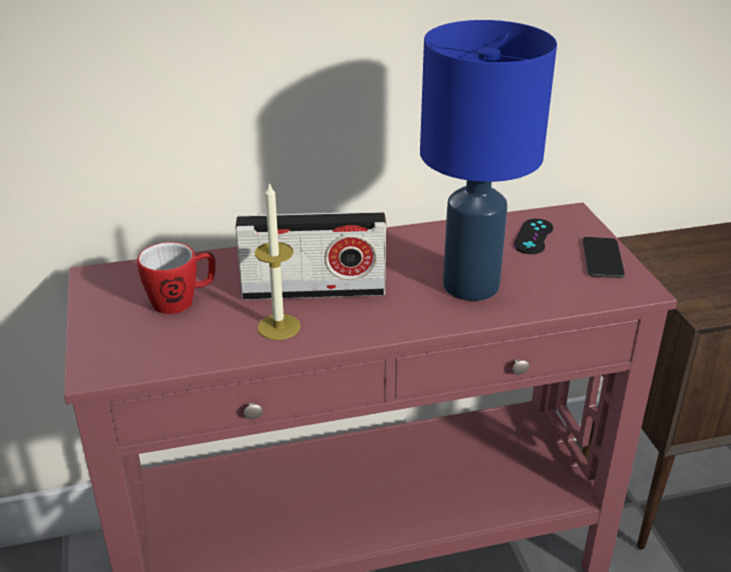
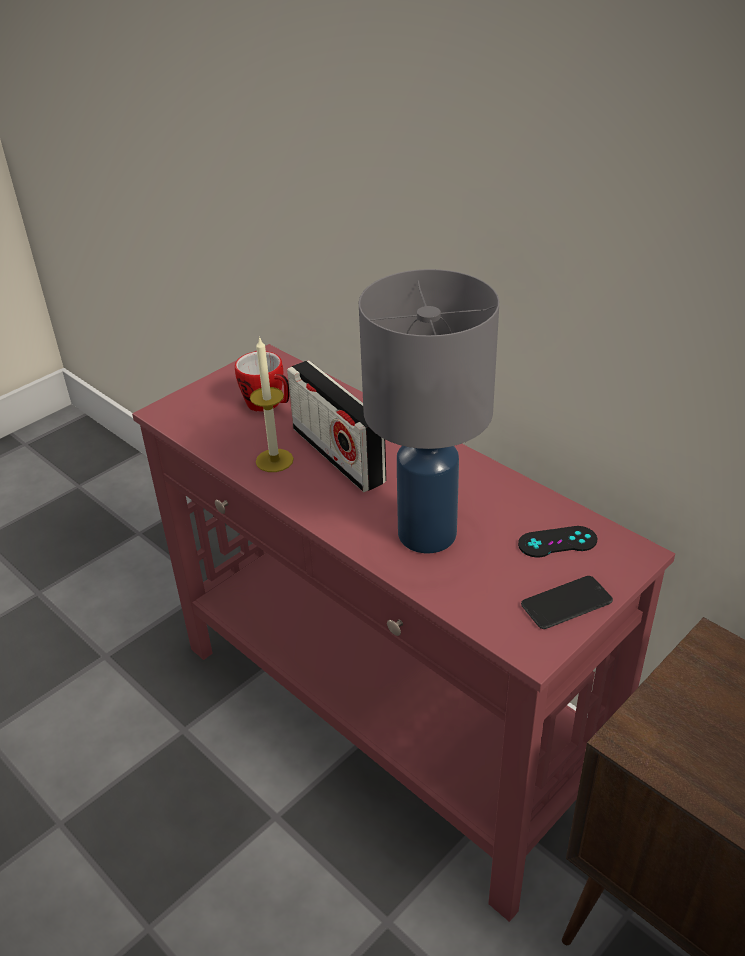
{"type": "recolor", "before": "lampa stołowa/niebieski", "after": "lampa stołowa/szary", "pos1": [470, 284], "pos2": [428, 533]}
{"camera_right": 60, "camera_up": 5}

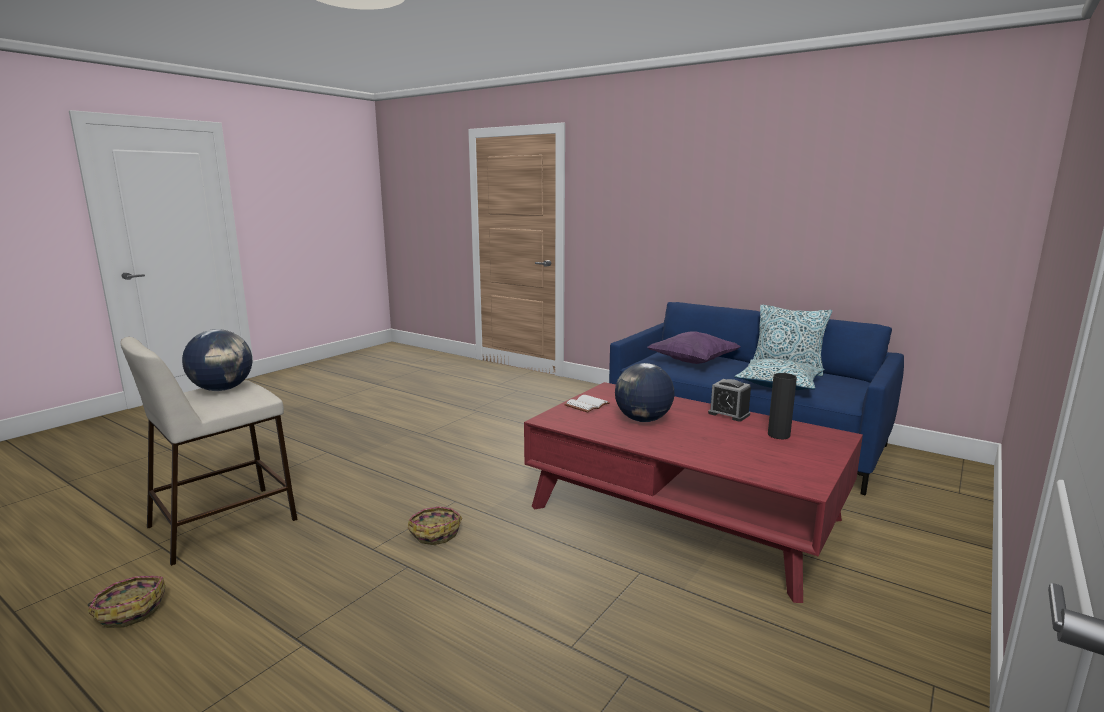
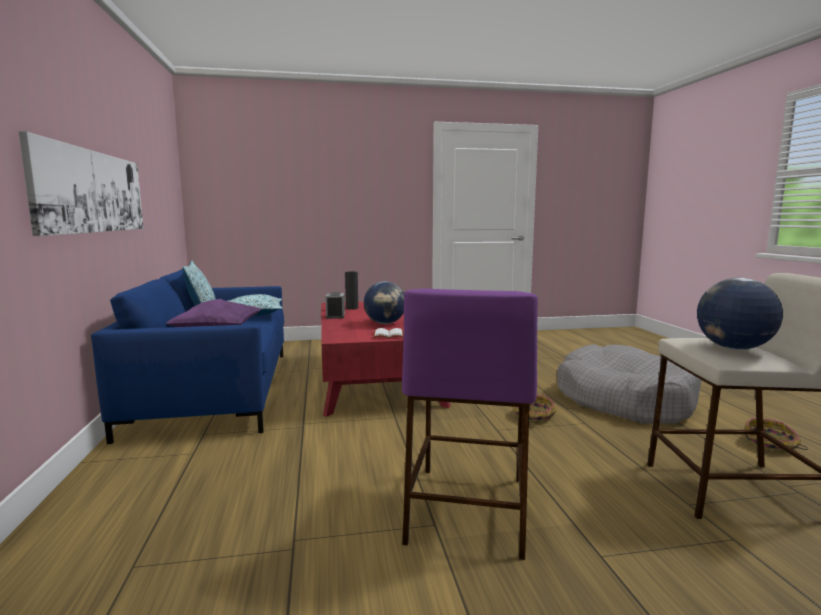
{"type": "insert", "after": "obraz", "pos2": [93, 191]}
{"type": "insert", "after": "stołek/fioletowy", "pos2": [467, 507]}
{"type": "insert", "after": "legowisko/szary", "pos2": [624, 400]}
{"camera_right": -135, "camera_up": -5}

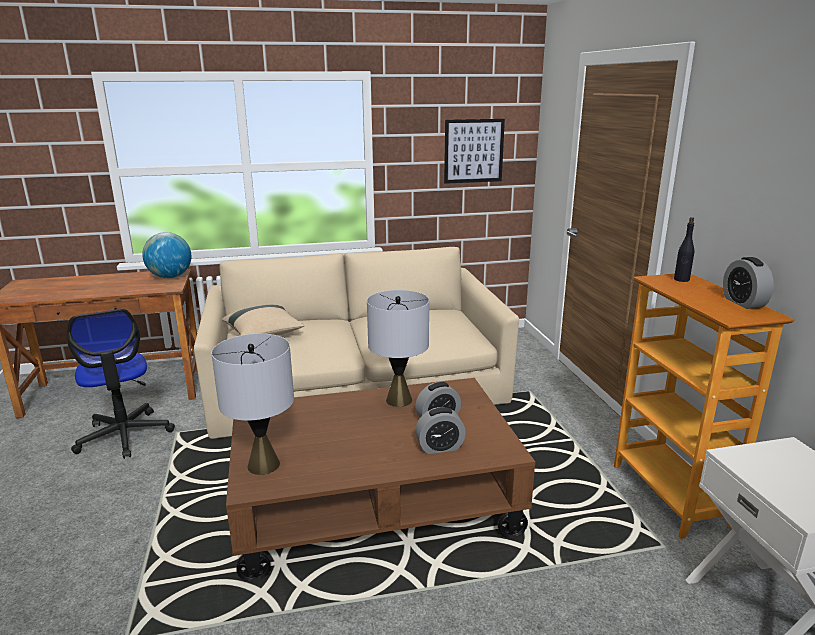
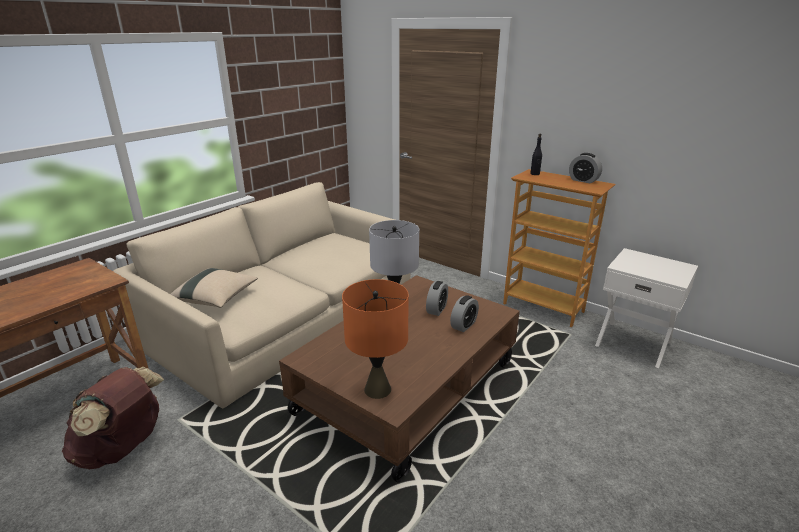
{"type": "delete", "before": "globus", "pos1": [170, 277]}
{"type": "delete", "before": "obraz", "pos1": [473, 151]}
{"type": "replace", "before": "krzesło biurowe", "after": "plecak/brązowy", "pos1": [124, 435], "pos2": [123, 448]}
{"type": "recolor", "before": "lampa stołowa/szary", "after": "lampa stołowa/pomarańczowy", "pos1": [263, 465], "pos2": [377, 389]}
{"camera_right": -40, "camera_up": 5}

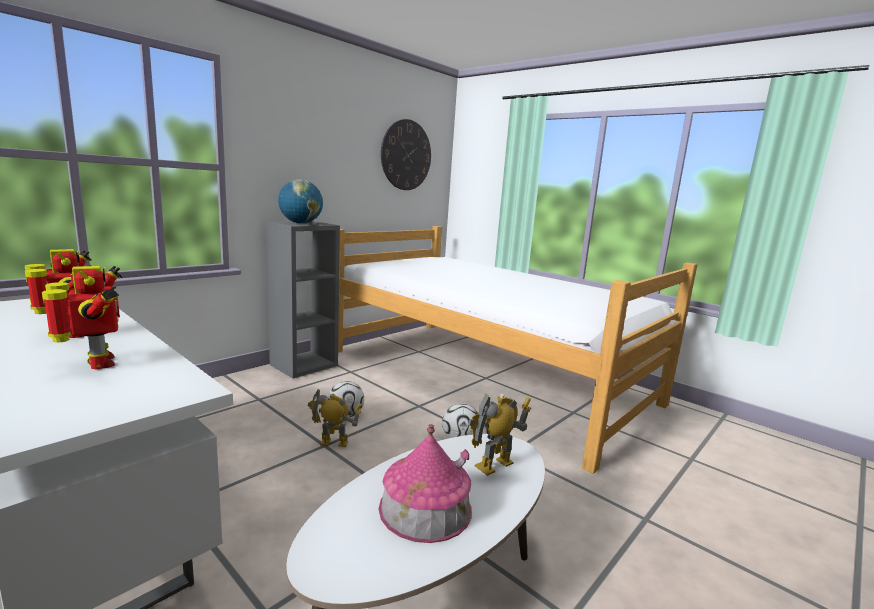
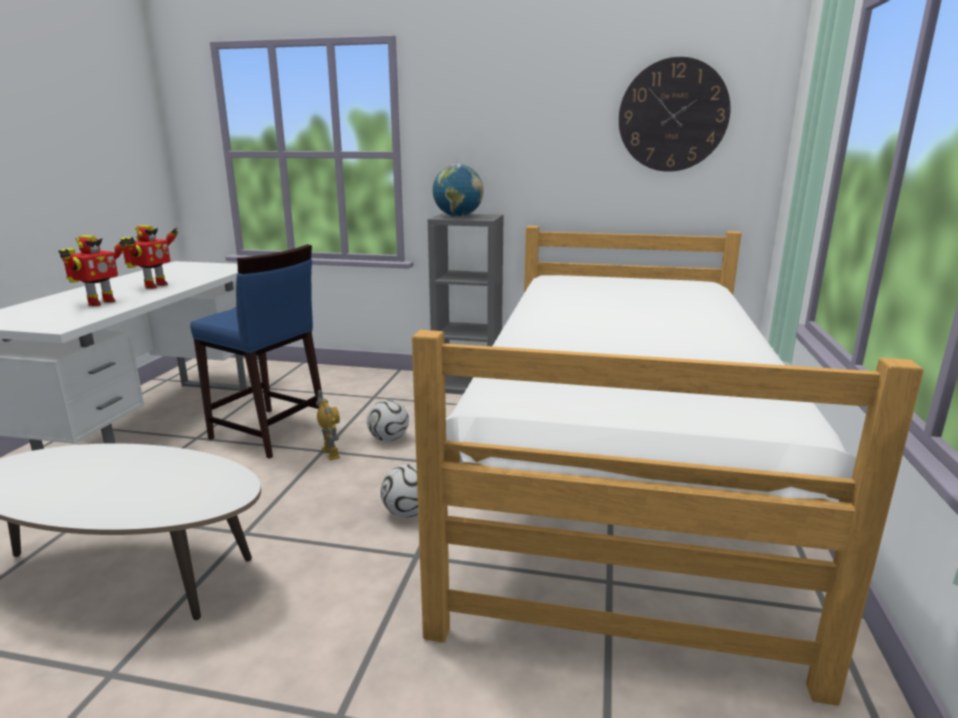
{"type": "delete", "before": "domek", "pos1": [425, 508]}
{"type": "delete", "before": "robot zabawkowy", "pos1": [494, 465]}
{"type": "insert", "after": "stołek/niebieski", "pos2": [269, 433]}
{"camera_right": 60, "camera_up": 5}

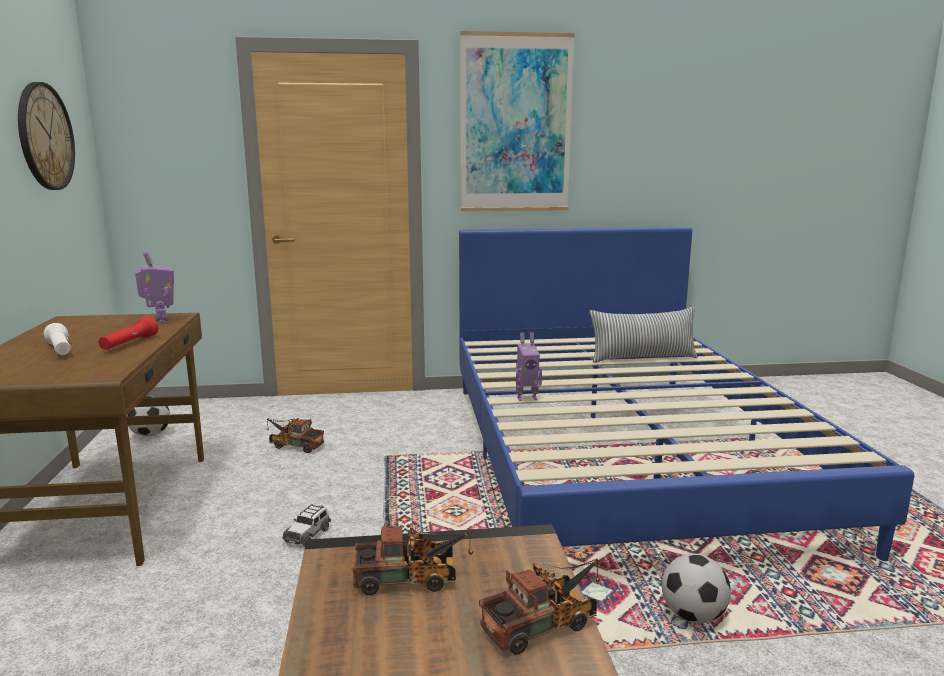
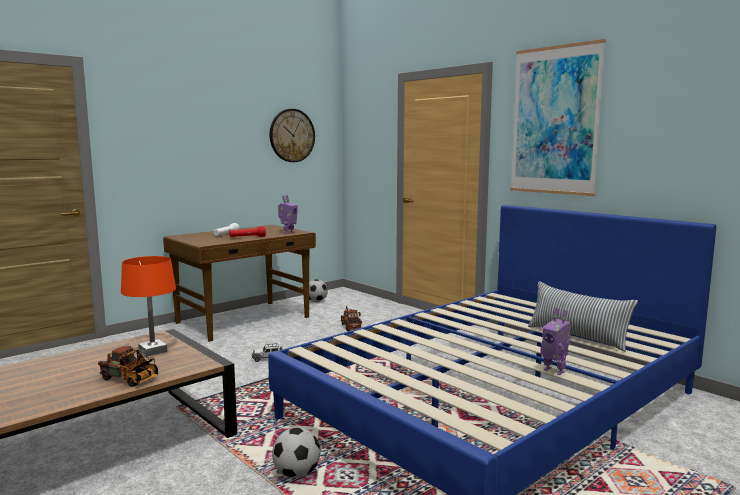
{"type": "move", "before": "robot zabawkowy", "pos1": [526, 398], "pos2": [554, 371]}
{"type": "replace", "before": "ciężarówka zabawkowa", "after": "lampa stołowa/pomarańczowy", "pos1": [412, 580], "pos2": [152, 351]}
{"camera_right": 55, "camera_up": -5}

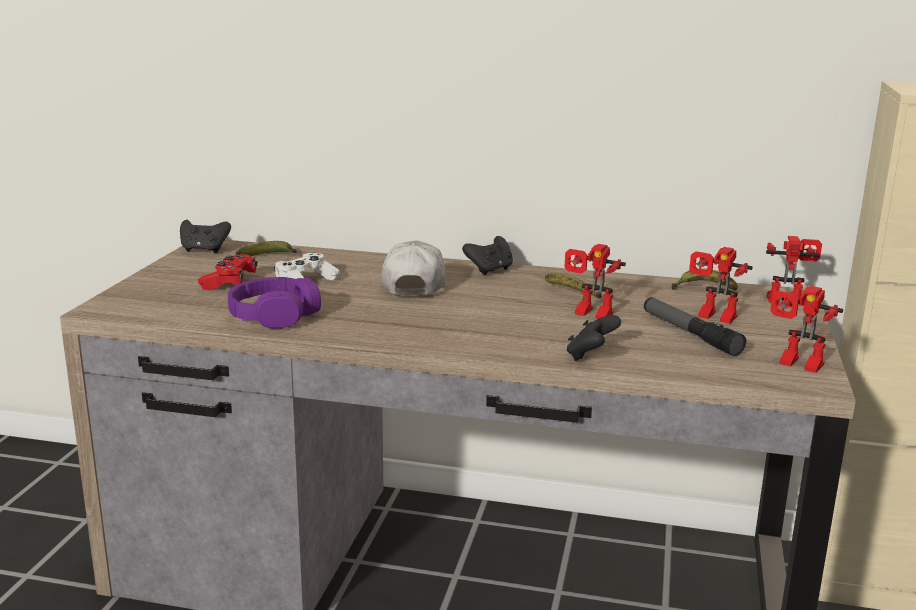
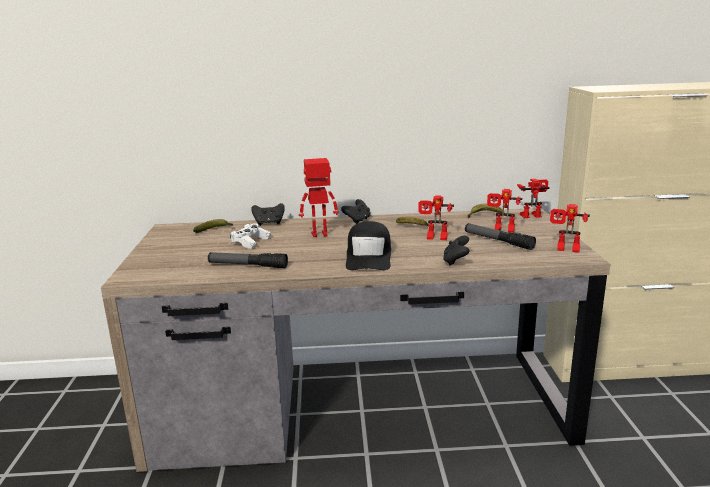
{"type": "delete", "before": "pad do gier/czerwony", "pos1": [229, 282]}
{"type": "insert", "after": "czapka z daszkiem/czarny", "pos2": [369, 256]}
{"type": "move", "before": "pad do gier/czarny", "pos1": [204, 250], "pos2": [269, 223]}
{"type": "replace", "before": "słuchawki/fioletowy", "after": "latarka", "pos1": [274, 315], "pos2": [247, 265]}
{"type": "replace", "before": "czapka z daszkiem/biały", "after": "robot zabawkowy", "pos1": [415, 284], "pos2": [320, 235]}
{"camera_right": -15, "camera_up": 0}

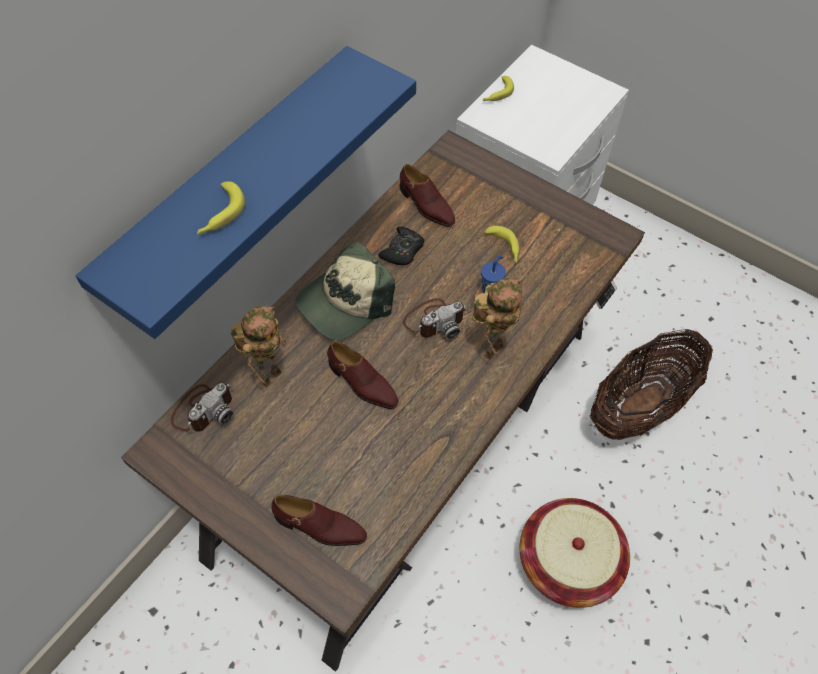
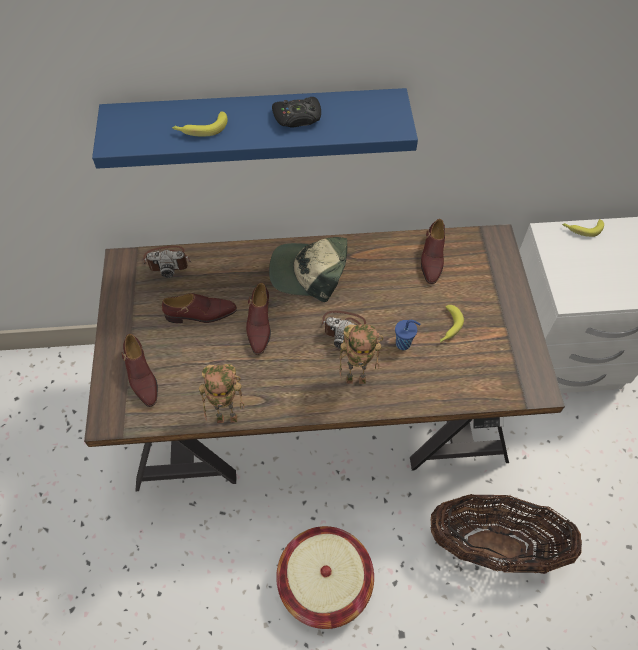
{"type": "insert", "after": "but/brązowy", "pos2": [201, 314]}
{"type": "move", "before": "robot zabawkowy", "pos1": [270, 375], "pos2": [228, 416]}
{"type": "move", "before": "pad do gier/czarny", "pos1": [402, 251], "pos2": [297, 117]}
{"camera_right": 50, "camera_up": 0}

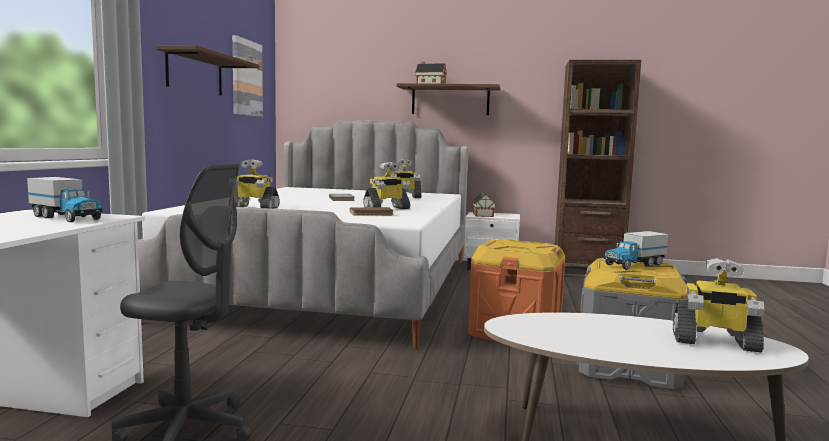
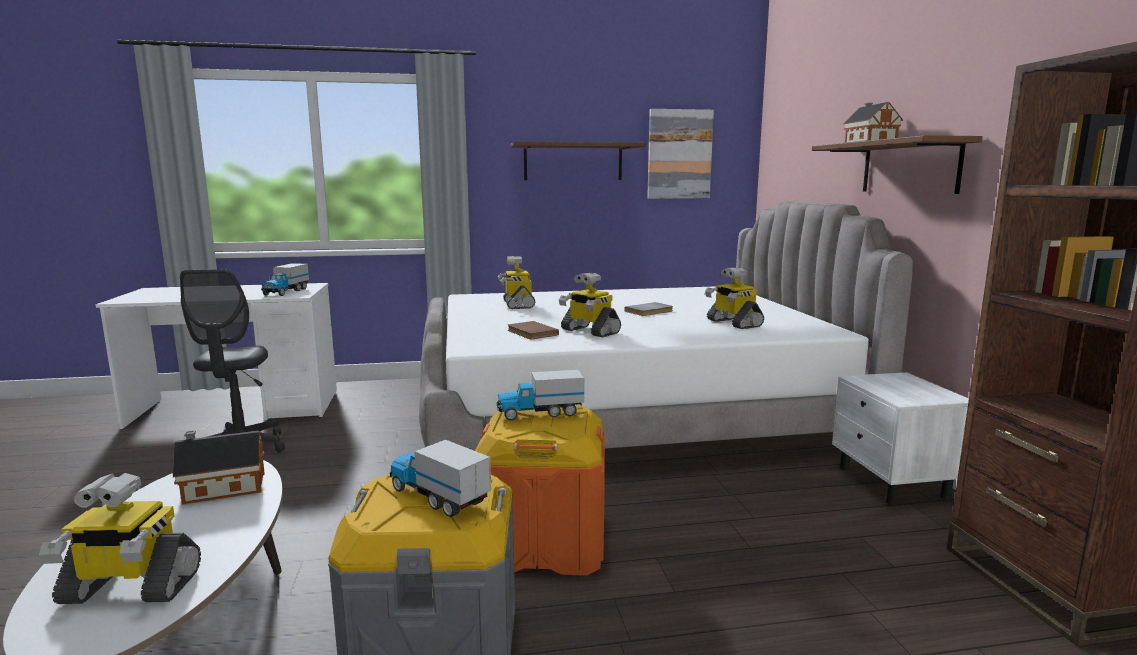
{"type": "insert", "after": "ciężarówka zabawkowa", "pos2": [540, 413]}
{"type": "move", "before": "domek", "pos1": [482, 215], "pos2": [221, 488]}
{"type": "rotate", "before": "robot zabawkowy", "pos1": [714, 342], "pos2": [129, 588], "turn": -90}
{"camera_right": 70, "camera_up": 5}

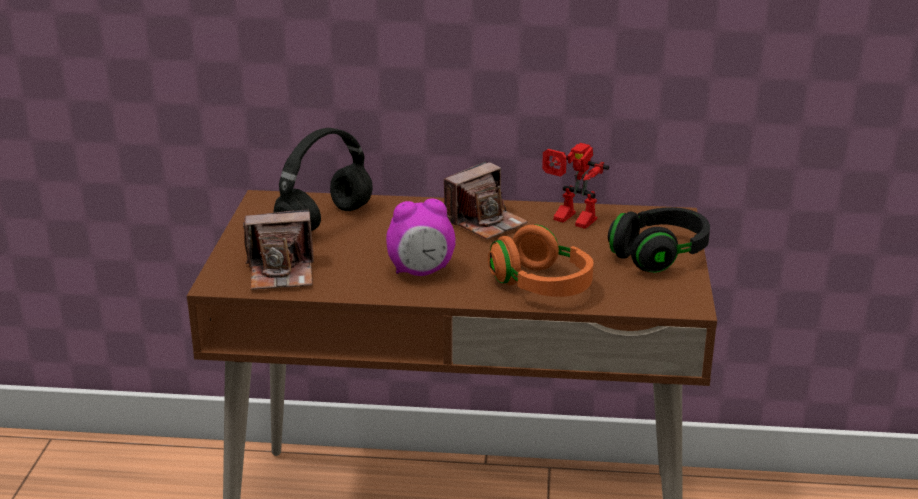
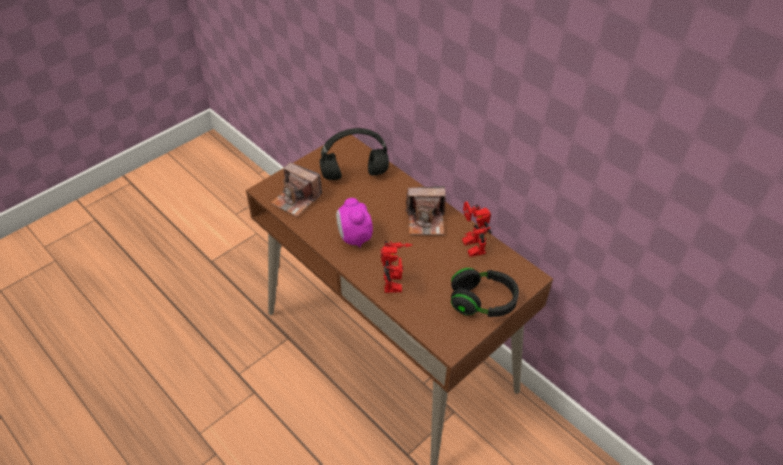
{"type": "replace", "before": "słuchawki/pomarańczowy", "after": "robot zabawkowy", "pos1": [541, 286], "pos2": [396, 284]}
{"type": "rotate", "before": "budzik", "pos1": [421, 272], "pos2": [354, 237], "turn": 45}
{"camera_right": 40, "camera_up": 20}

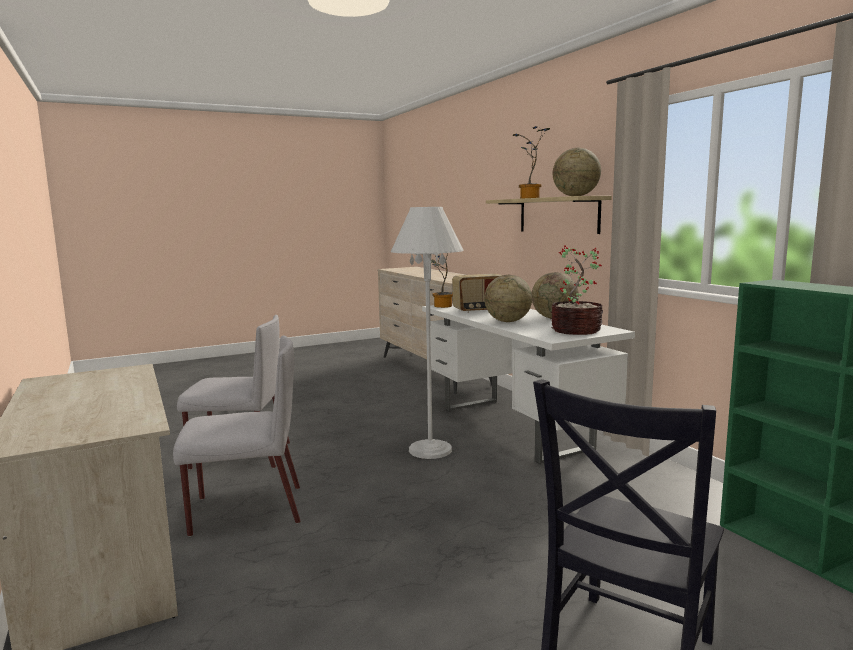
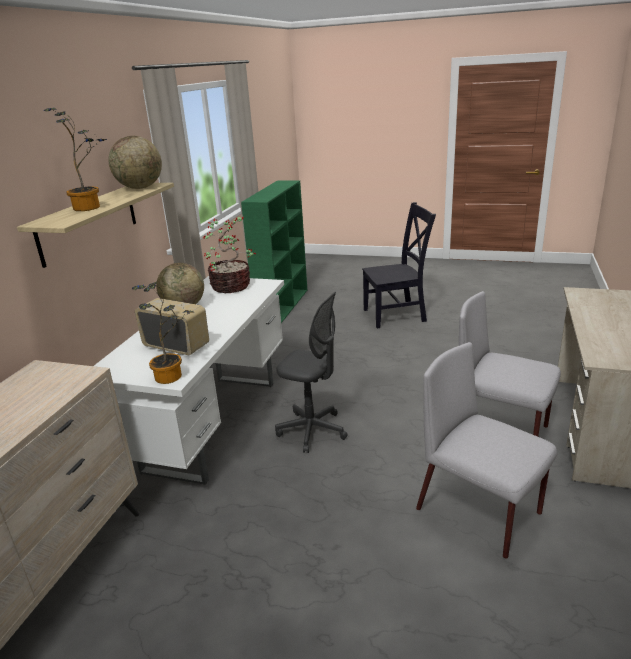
{"type": "delete", "before": "globus", "pos1": [507, 321]}
{"type": "replace", "before": "lampa stojąca/biały", "after": "krzesło biurowe/szary", "pos1": [430, 450], "pos2": [312, 430]}
{"camera_right": -135, "camera_up": 15}

